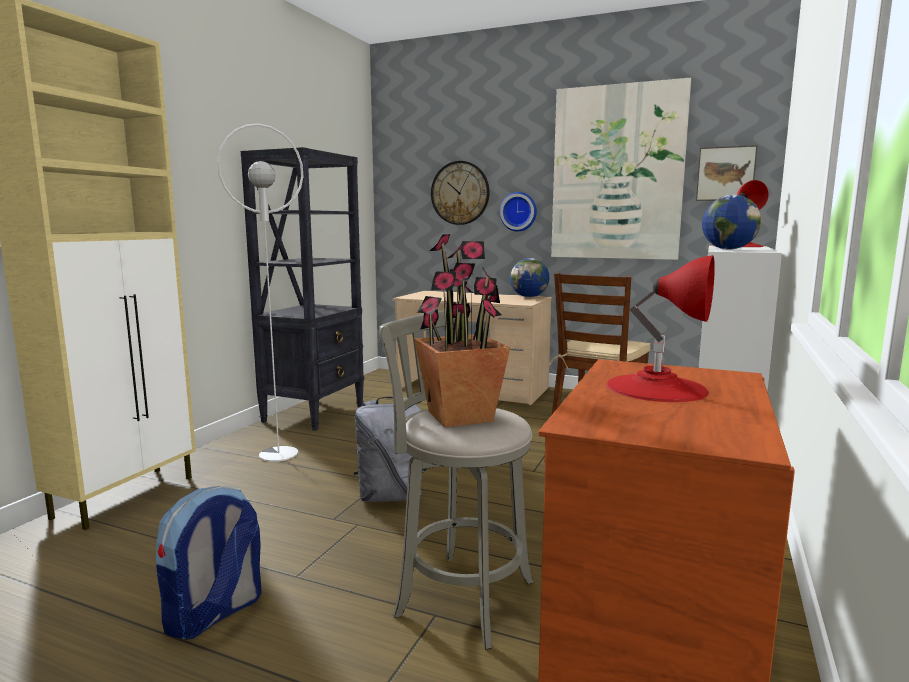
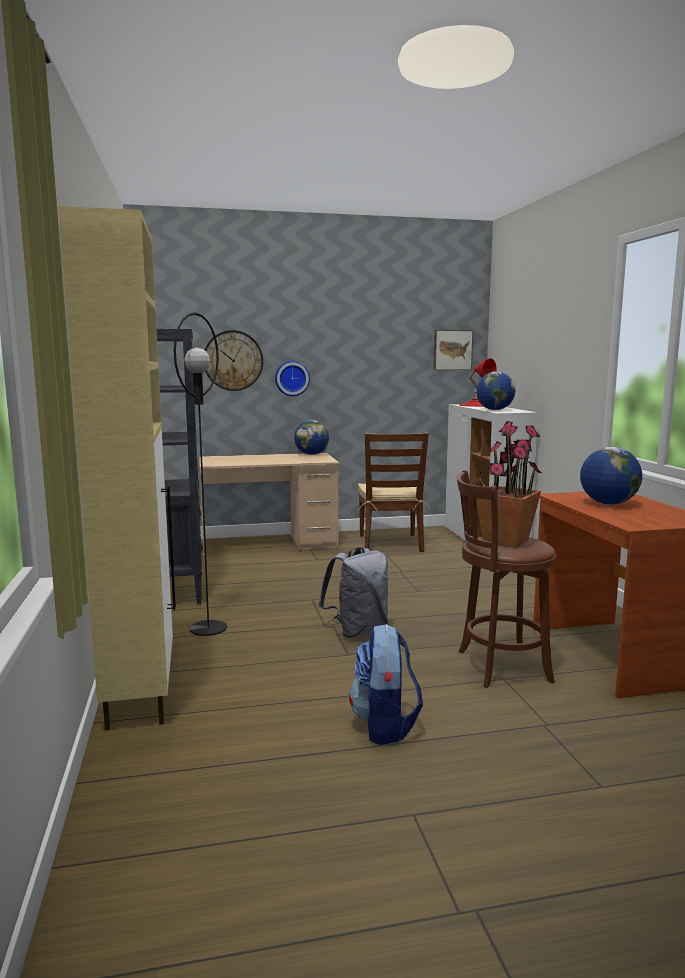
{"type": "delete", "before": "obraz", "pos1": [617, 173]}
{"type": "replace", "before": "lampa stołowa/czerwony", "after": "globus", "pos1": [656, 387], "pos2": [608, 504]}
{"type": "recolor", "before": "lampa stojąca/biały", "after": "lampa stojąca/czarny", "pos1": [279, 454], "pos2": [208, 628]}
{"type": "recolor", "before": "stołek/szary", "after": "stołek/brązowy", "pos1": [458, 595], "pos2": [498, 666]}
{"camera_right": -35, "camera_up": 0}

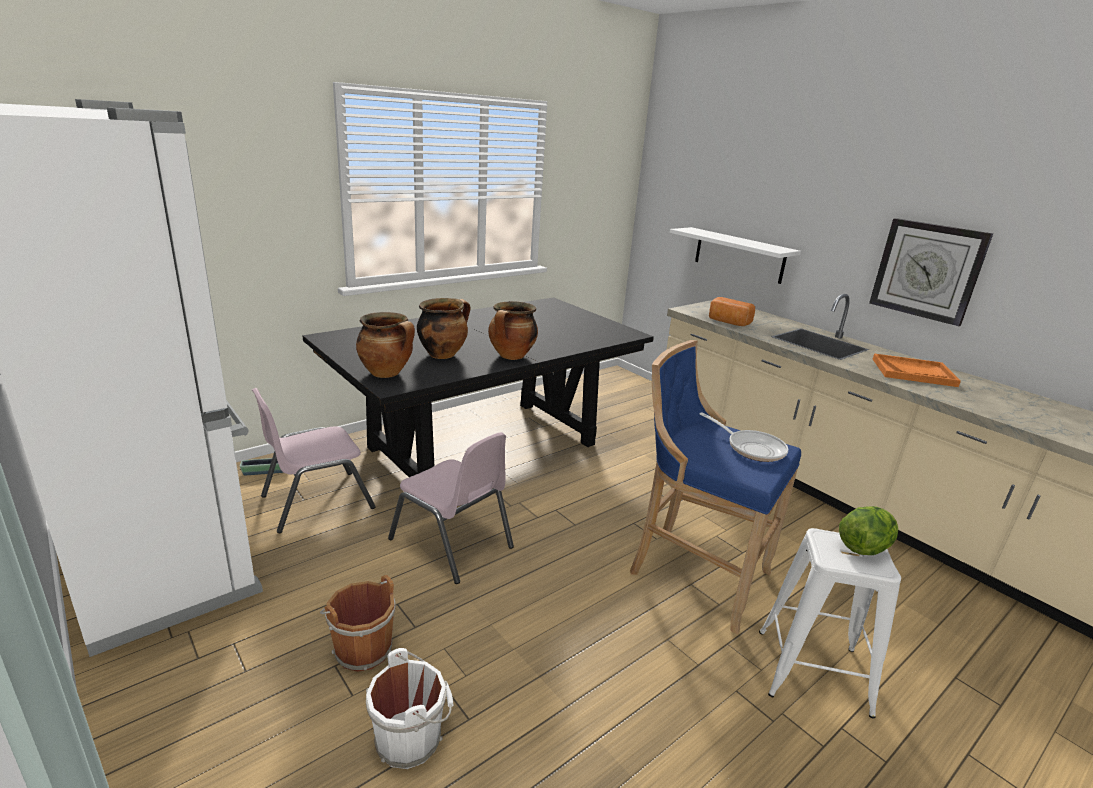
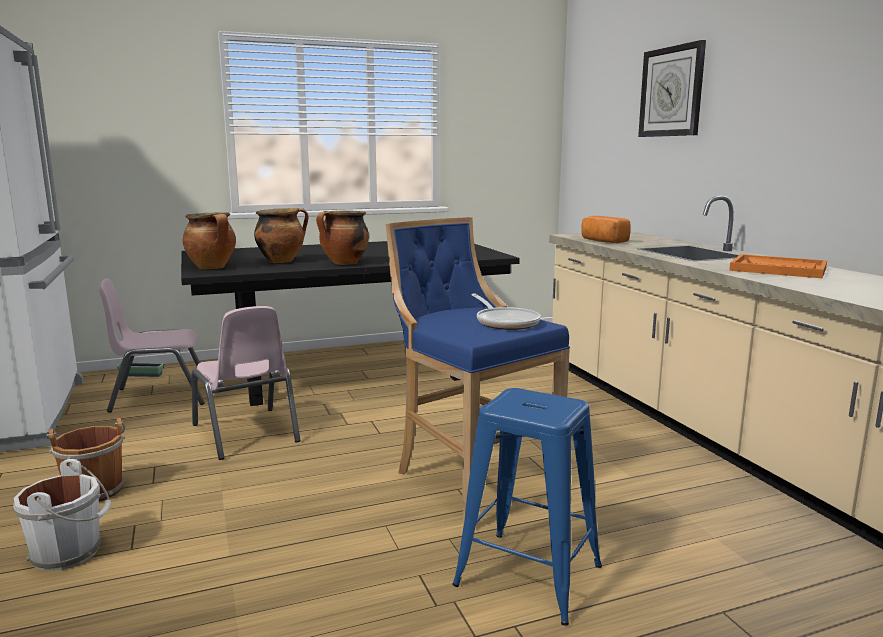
{"type": "delete", "before": "półka/biały", "pos1": [739, 255]}
{"type": "delete", "before": "sałata", "pos1": [863, 548]}
{"type": "move", "before": "zegar ścienny", "pos1": [927, 270], "pos2": [671, 92]}
{"type": "recolor", "before": "stołek/biały", "after": "stołek/niebieski", "pos1": [812, 672], "pos2": [528, 575]}
{"camera_right": 20, "camera_up": -10}

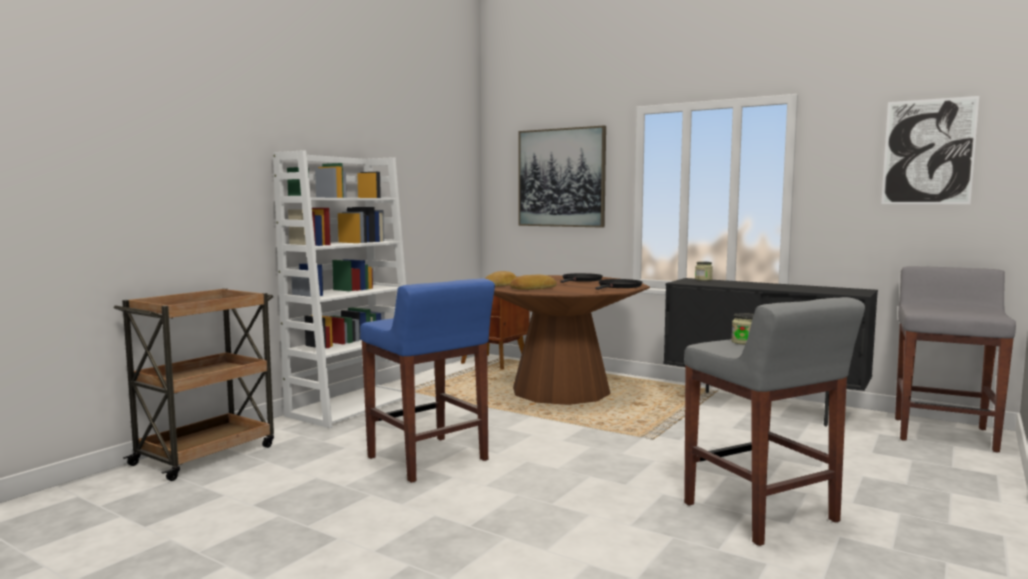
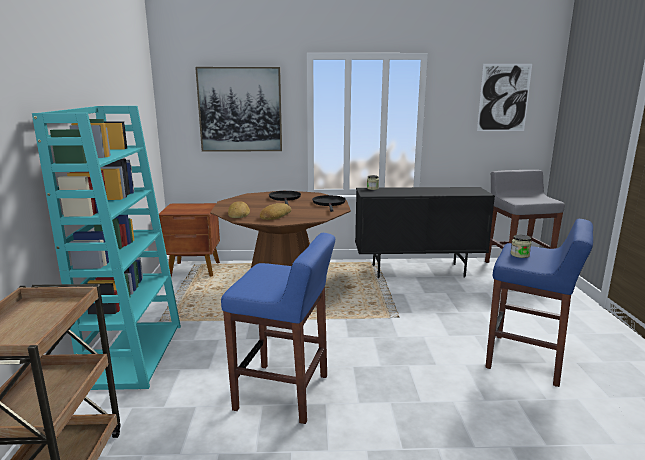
{"type": "recolor", "before": "regał/biały", "after": "regał/turkusowy", "pos1": [353, 406], "pos2": [135, 354]}
{"type": "recolor", "before": "stołek/szary", "after": "stołek/niebieski", "pos1": [761, 513], "pos2": [527, 360]}
{"camera_right": -35, "camera_up": 10}

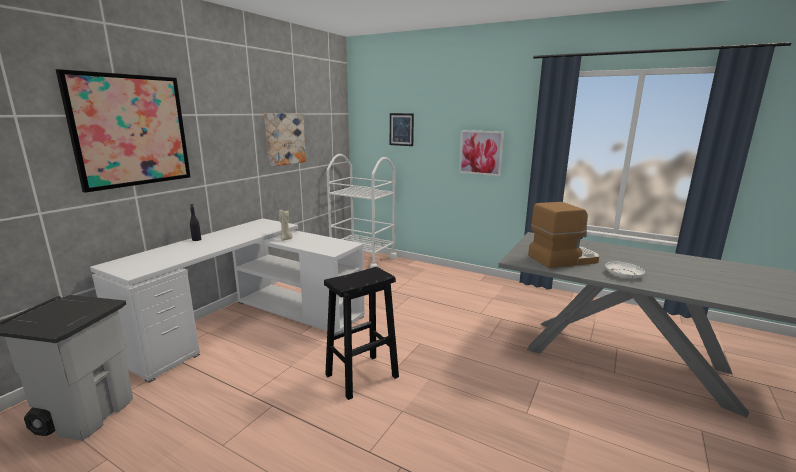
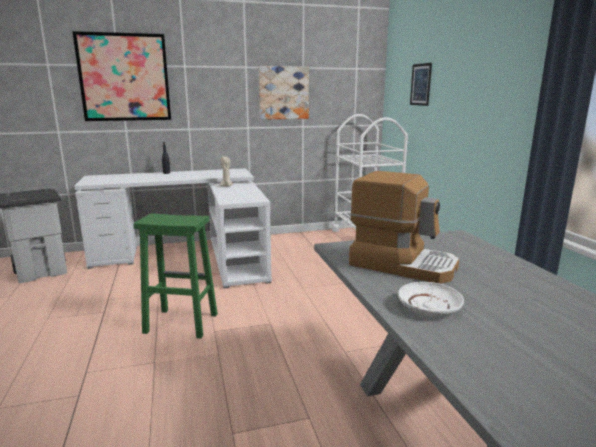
{"type": "delete", "before": "obraz", "pos1": [480, 152]}
{"type": "recolor", "before": "stołek/czarny", "after": "stołek/zielony", "pos1": [361, 376], "pos2": [180, 323]}
{"camera_right": 45, "camera_up": 0}

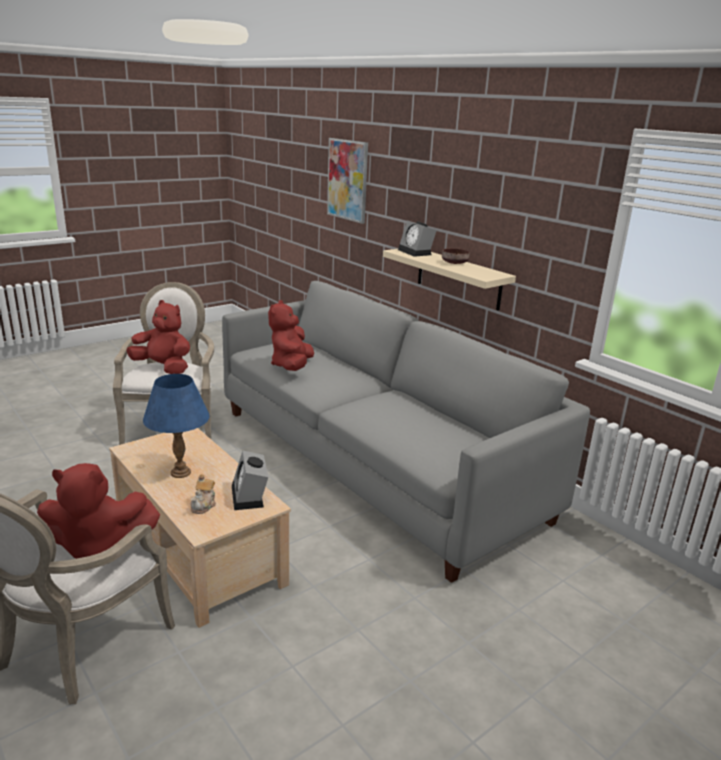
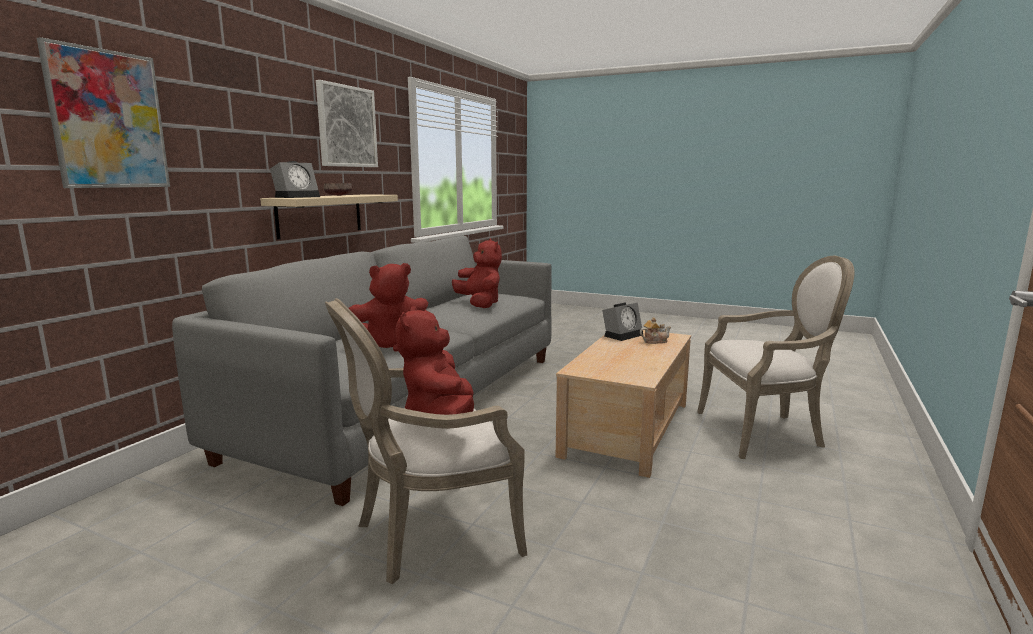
{"type": "delete", "before": "lampa stołowa/niebieski", "pos1": [180, 472]}
{"type": "insert", "after": "obraz", "pos2": [346, 126]}
{"type": "move", "before": "pluszak/czerwony", "pos1": [99, 547], "pos2": [480, 304]}
{"camera_right": -115, "camera_up": -10}

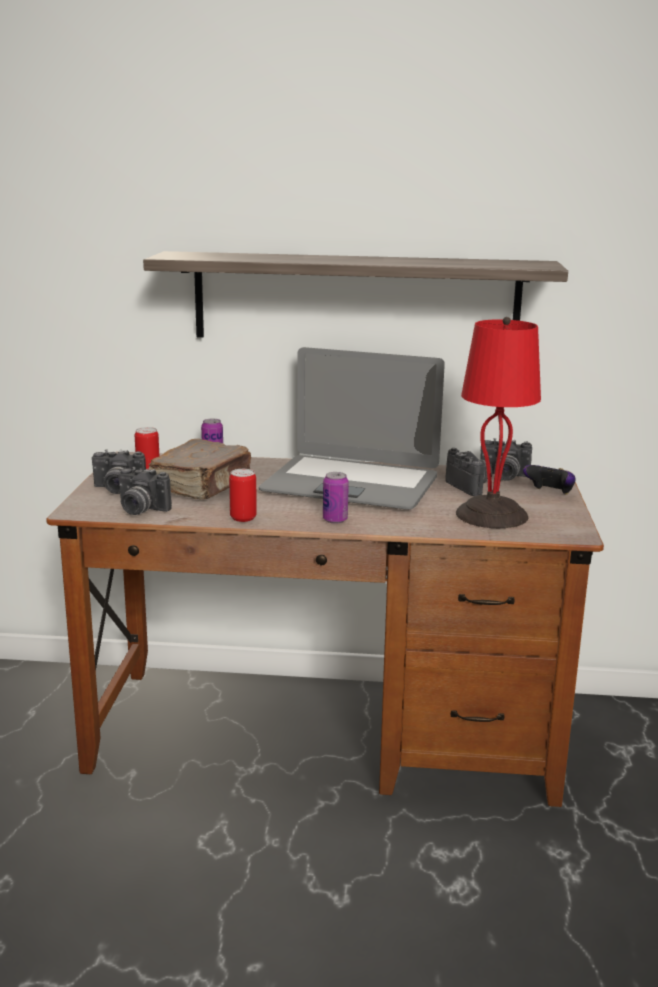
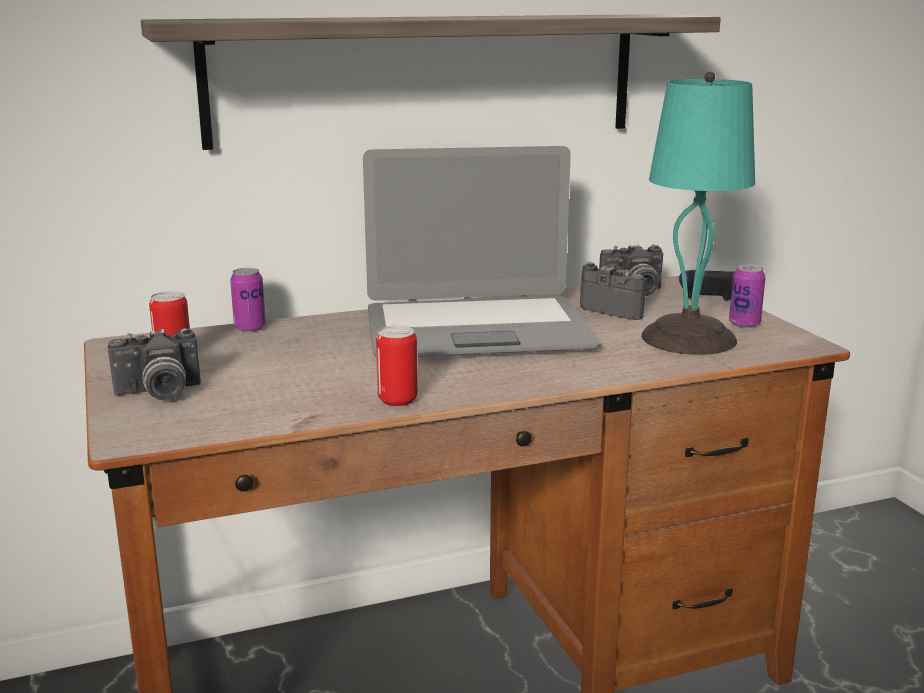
{"type": "delete", "before": "aparat fotograficzny", "pos1": [139, 510]}
{"type": "delete", "before": "książka/brązowy", "pos1": [203, 486]}
{"type": "move", "before": "puszka", "pos1": [335, 520], "pos2": [744, 324]}
{"type": "recolor", "before": "lampa stołowa/czerwony", "after": "lampa stołowa/turkusowy", "pos1": [492, 514], "pos2": [689, 337]}
{"camera_right": -25, "camera_up": 0}

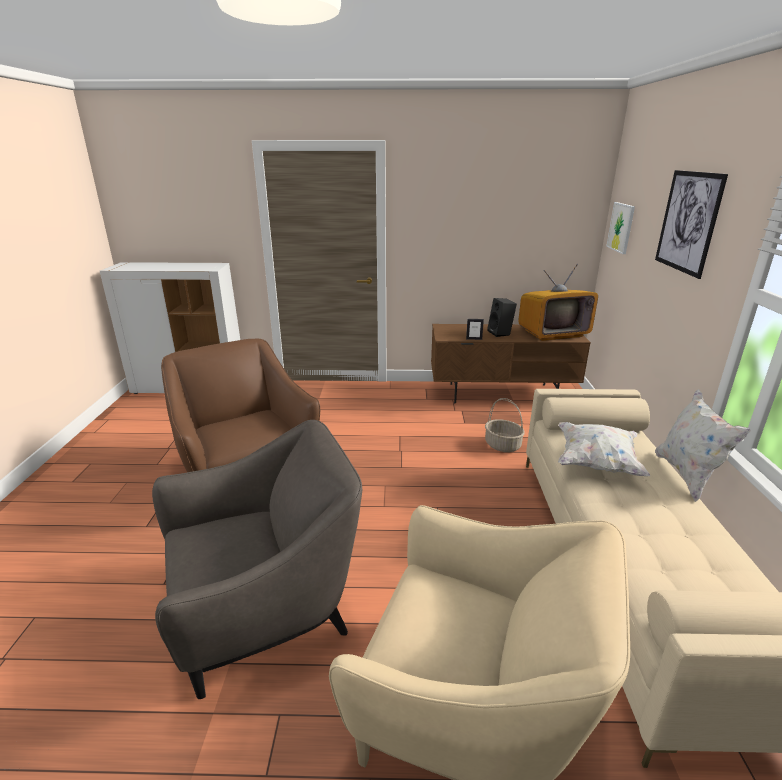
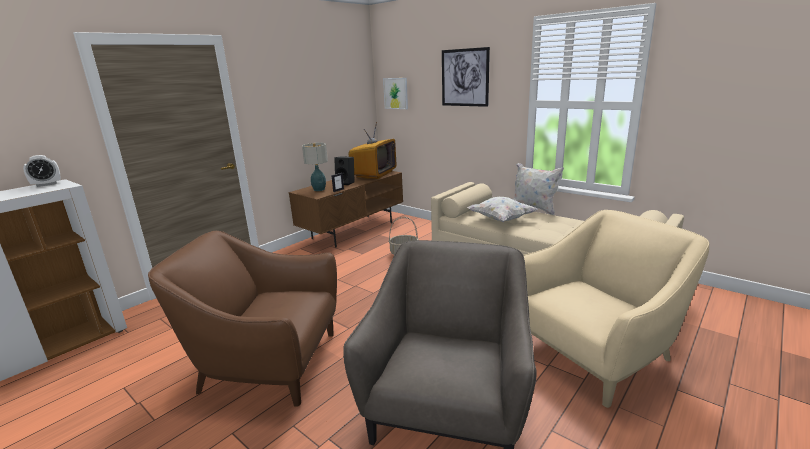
{"type": "insert", "after": "budzik", "pos2": [46, 184]}
{"type": "insert", "after": "lampa stołowa", "pos2": [319, 189]}
{"camera_right": -50, "camera_up": -5}

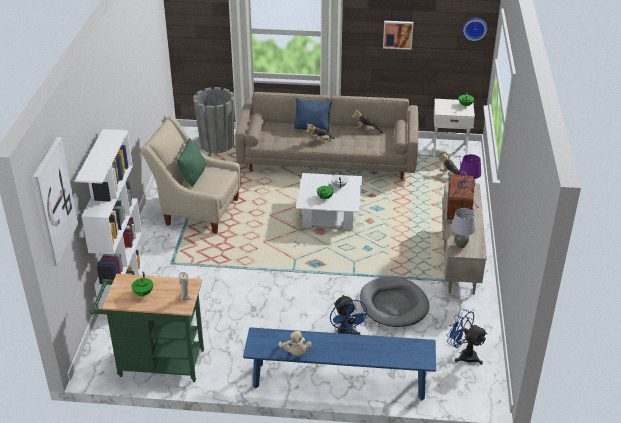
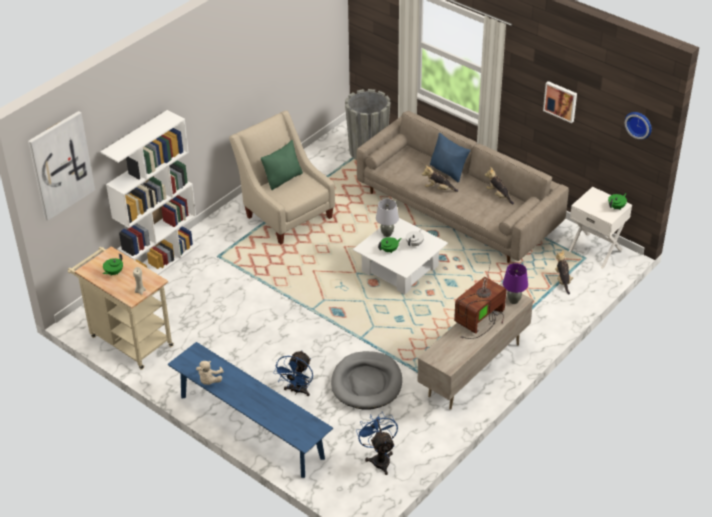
{"type": "move", "before": "lampa stołowa/szary", "pos1": [460, 245], "pos2": [387, 234]}
{"type": "recolor", "before": "wózek/zielony", "after": "wózek/beżowy", "pos1": [156, 363], "pos2": [127, 339]}
{"camera_right": 35, "camera_up": 5}

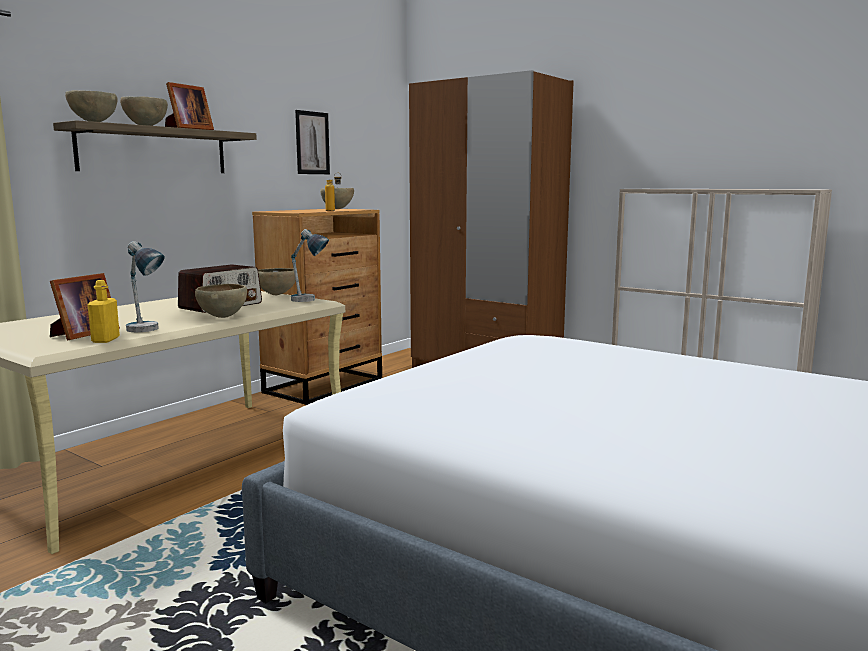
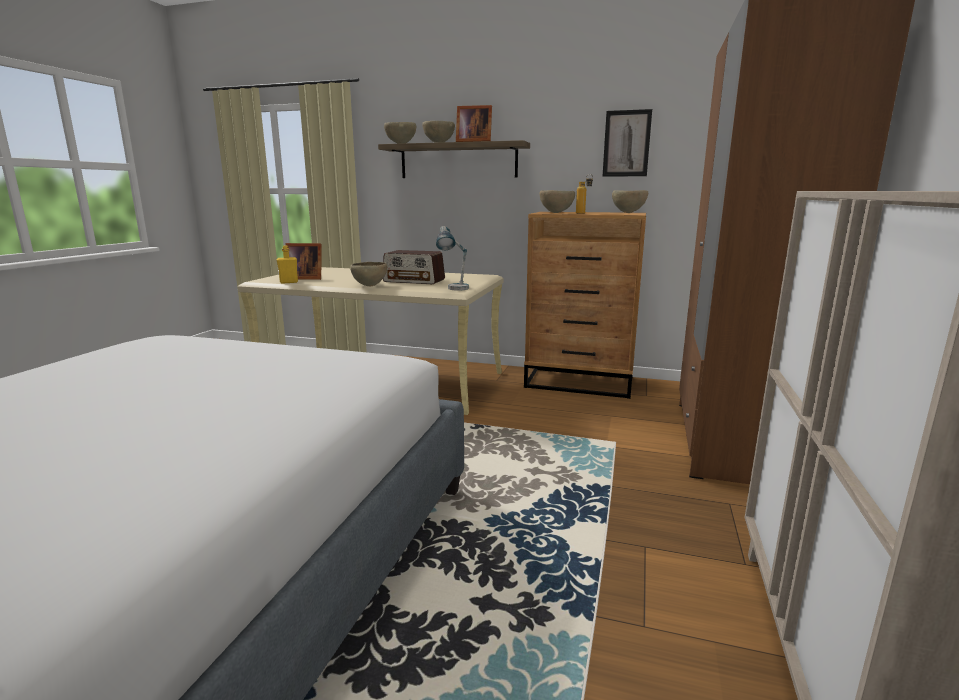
{"type": "delete", "before": "lampa stołowa", "pos1": [147, 331]}
{"type": "move", "before": "miska/brązowy", "pos1": [277, 295], "pos2": [556, 213]}
{"camera_right": 70, "camera_up": 5}

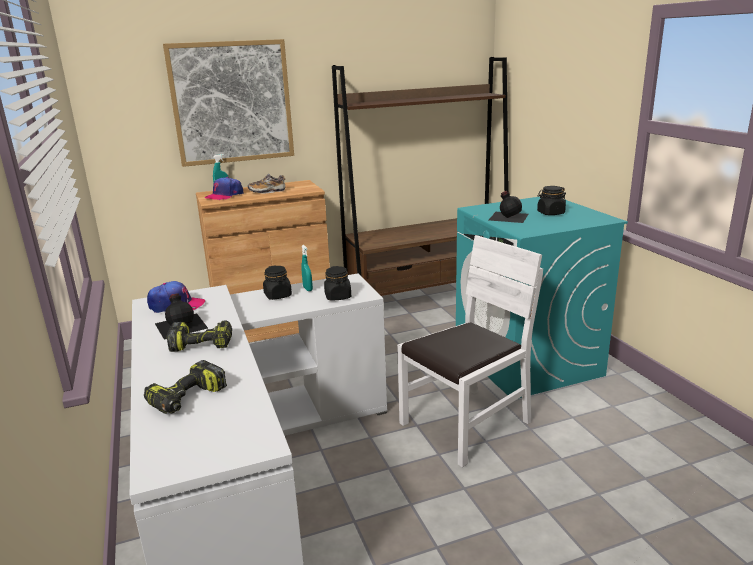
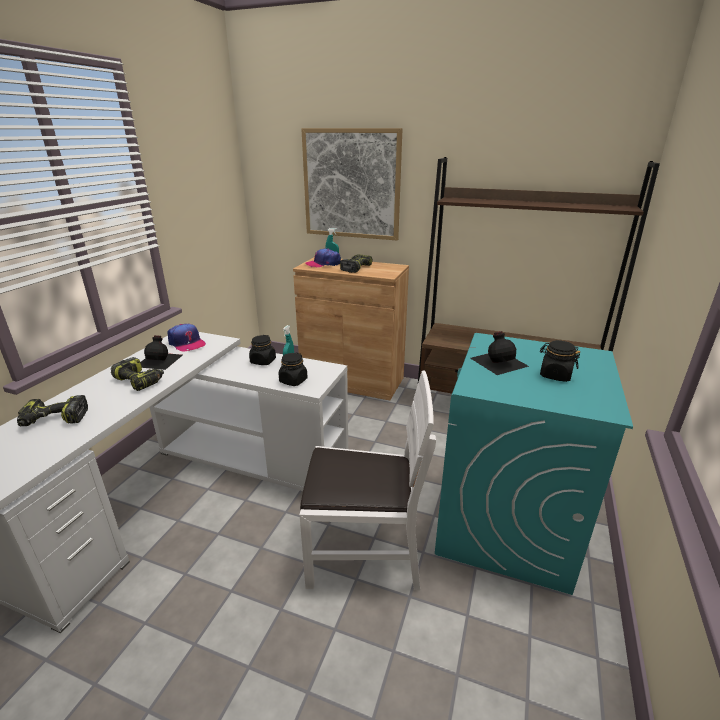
{"type": "replace", "before": "but", "after": "wiertarka", "pos1": [267, 191], "pos2": [355, 268]}
{"camera_right": 40, "camera_up": 5}

